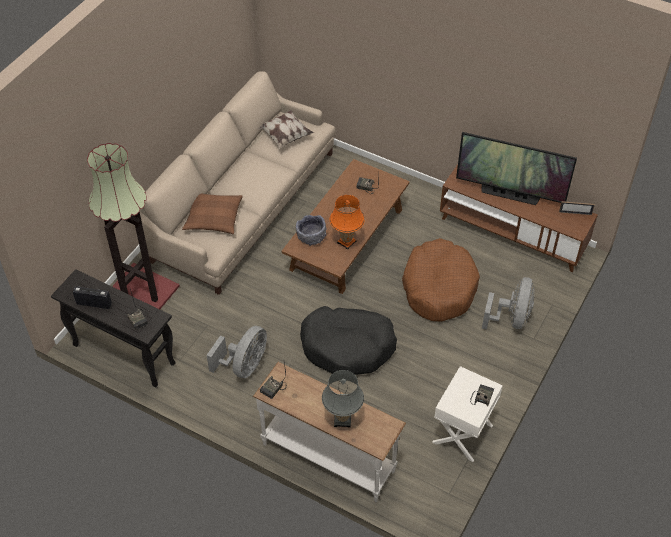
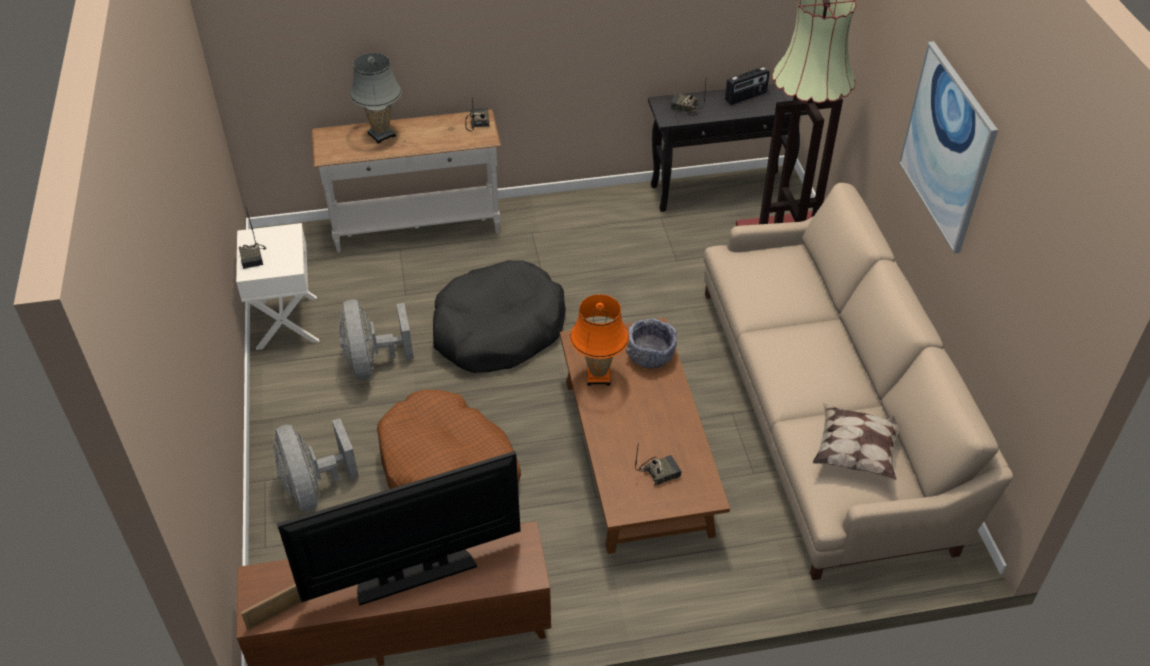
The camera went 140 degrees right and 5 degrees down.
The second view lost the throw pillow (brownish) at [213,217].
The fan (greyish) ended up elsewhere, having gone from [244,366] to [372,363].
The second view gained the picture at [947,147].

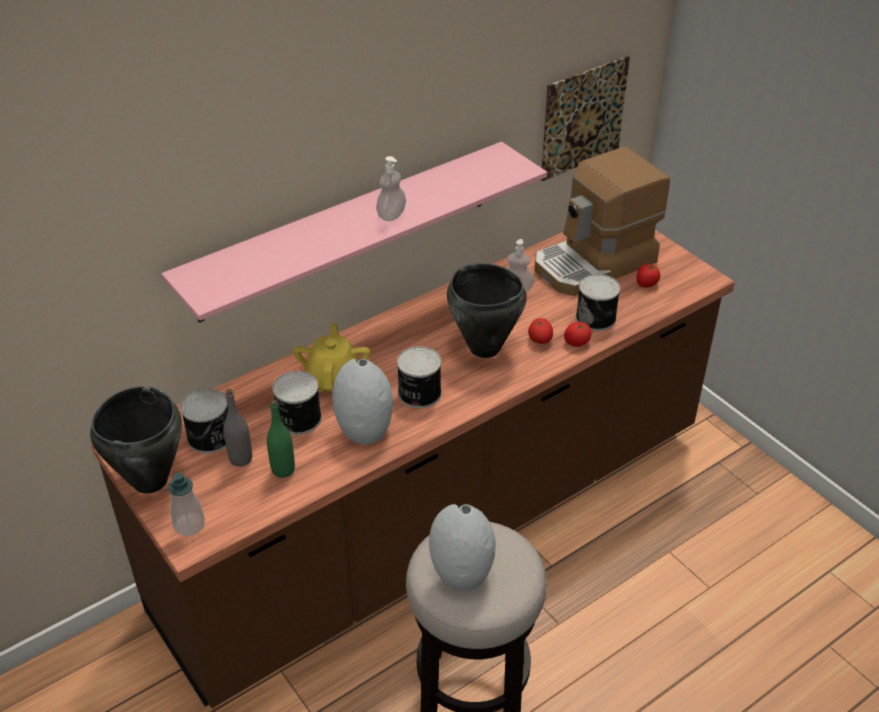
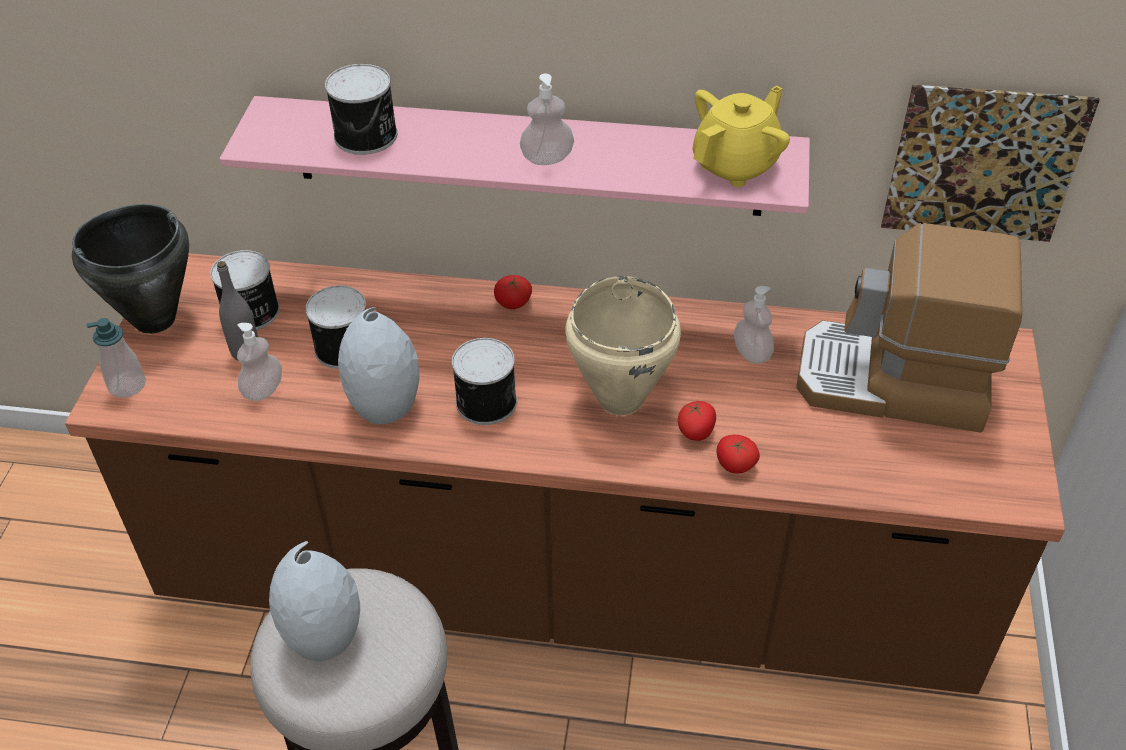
The camera went 45 degrees right and 5 degrees up.
Where the bottle (green-coloured) stood at [283,470], the soap dispenser came to stand at [263,390].
The pot for tea (yellow) ended up elsewhere, having gone from [334,379] to [736,165].
What was the saucepot (blackish) at [484,349] turned into the saucepot (beige-coloured) at [619,399].
The can ended up elsewhere, having gone from [596,318] to [367,136].
The whole tomato ended up elsewhere, having gone from [646,283] to [513,303].

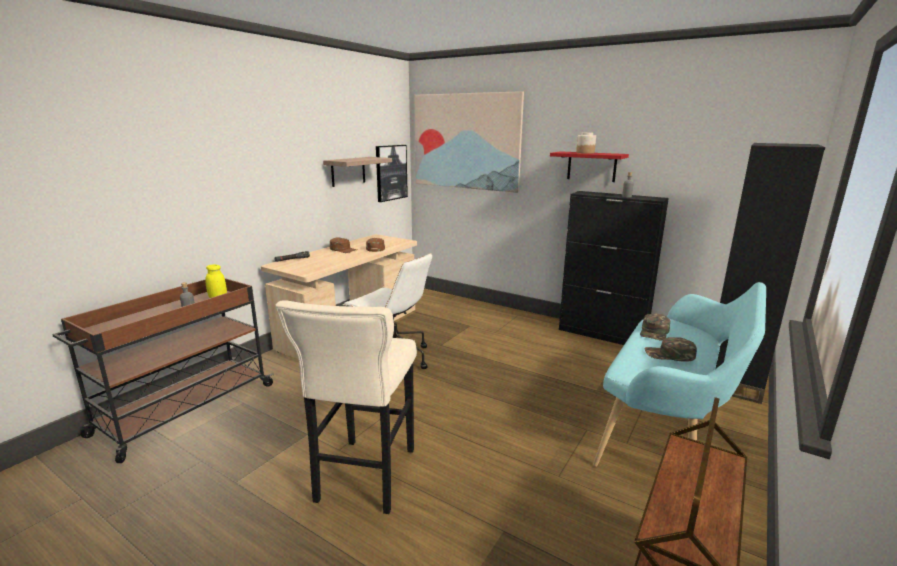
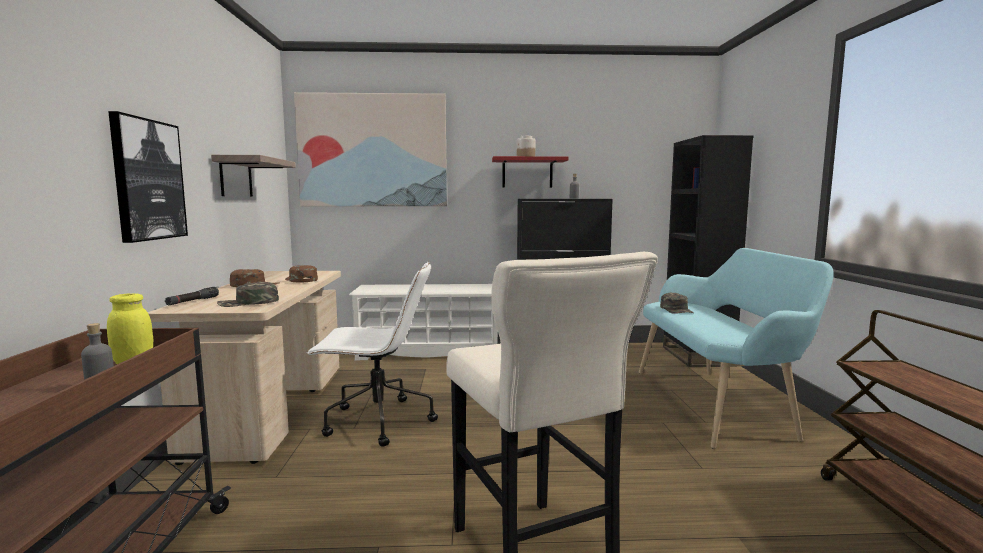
The camera went 35 degrees left and 10 degrees down.
The picture ended up elsewhere, having gone from [391,172] to [148,180].
The baseball cap (green-coloured) ended up elsewhere, having gone from [669,355] to [248,303].
The second view gained the shoe shelf (white-coloured) at [428,352].

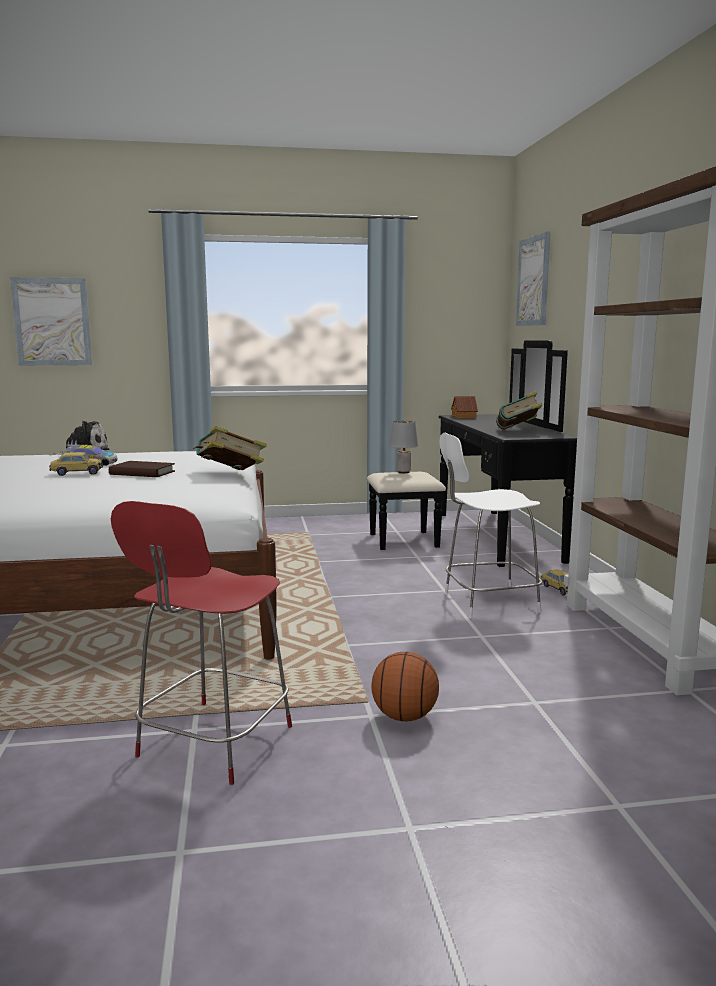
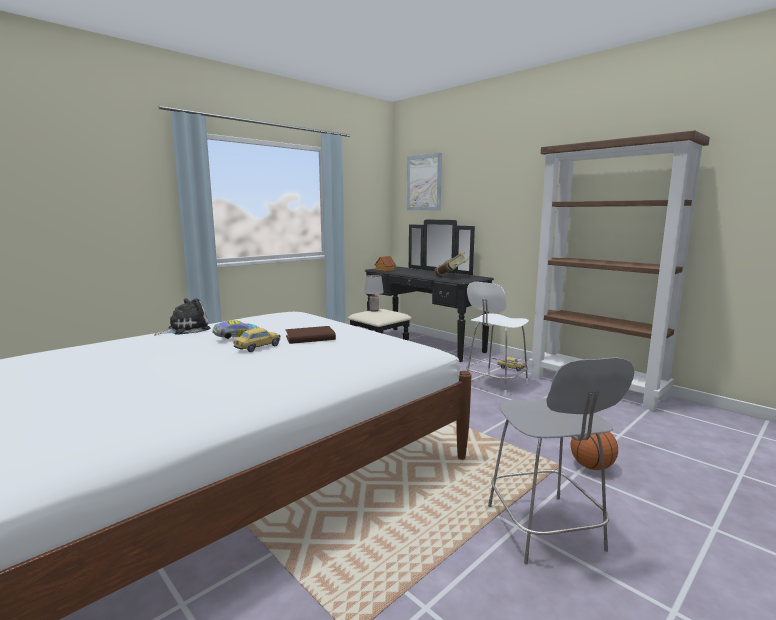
The camera went 35 degrees left and 0 degrees up.
The second view lost the picture at [52,322].
What was the chair (red) at [212,744] turned into the chair (greyish) at [545,530].
The second view lost the volume at [230,474].

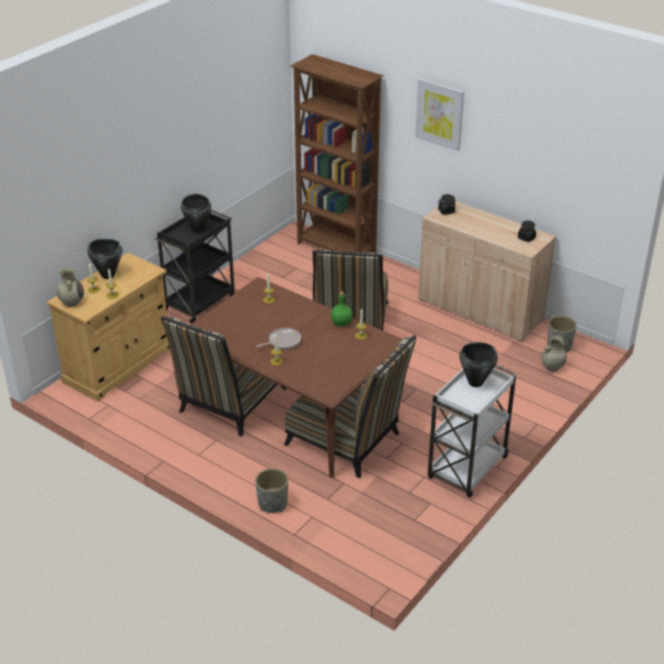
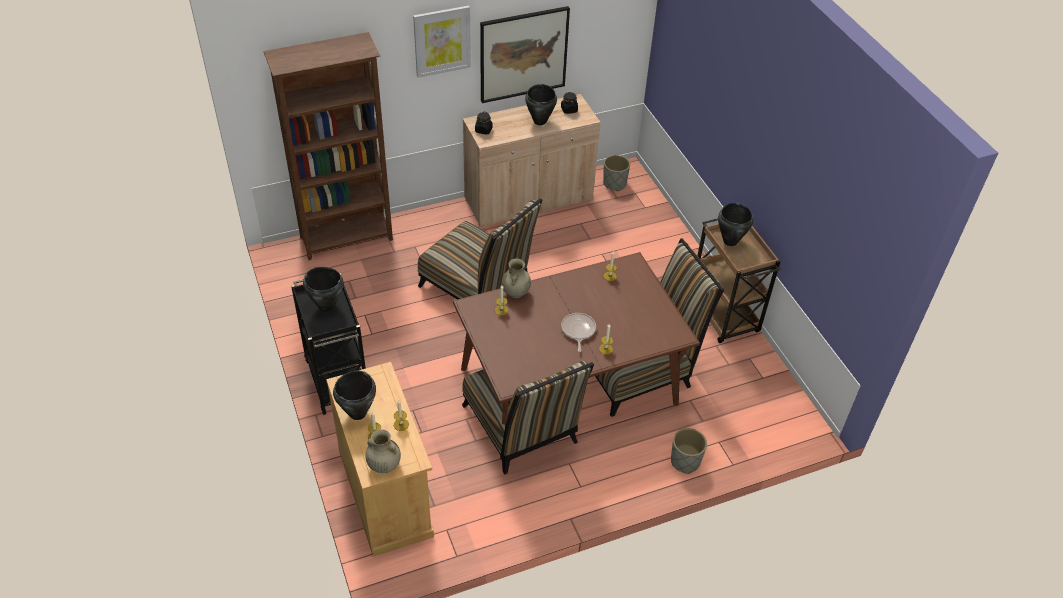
The camera went 60 degrees left and 10 degrees up.
The second view lost the bottle (green-coloured) at [341,323].
What was the wheeled cart (white-coloured) at [466,469] turned into the wheeled cart (brownish) at [723,315].
The flower vase (beige-coloured) ended up elsewhere, having gone from [552,367] to [516,293].
The second view gained the picture at [523,54].
The second view gained the saucepot (blackish) at [540,121].

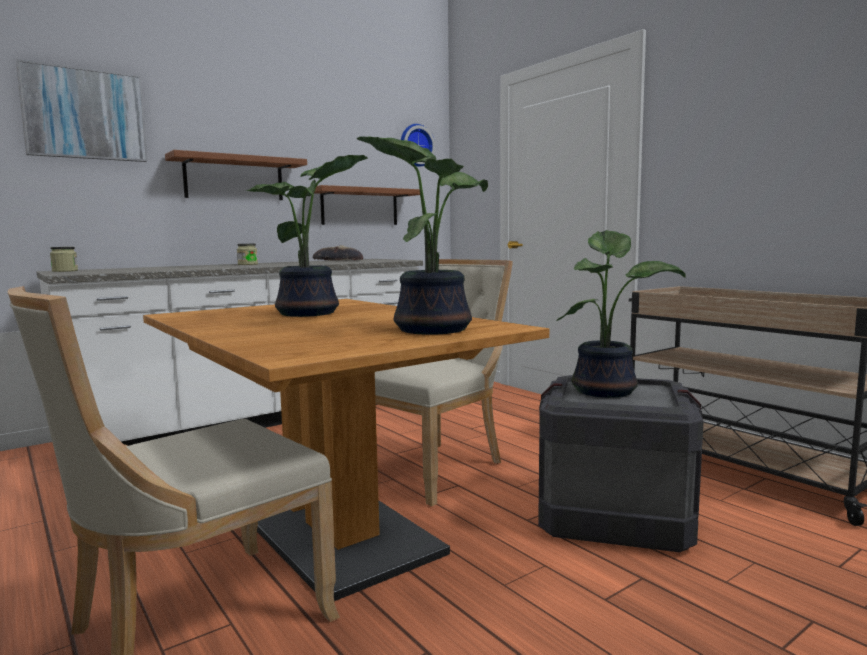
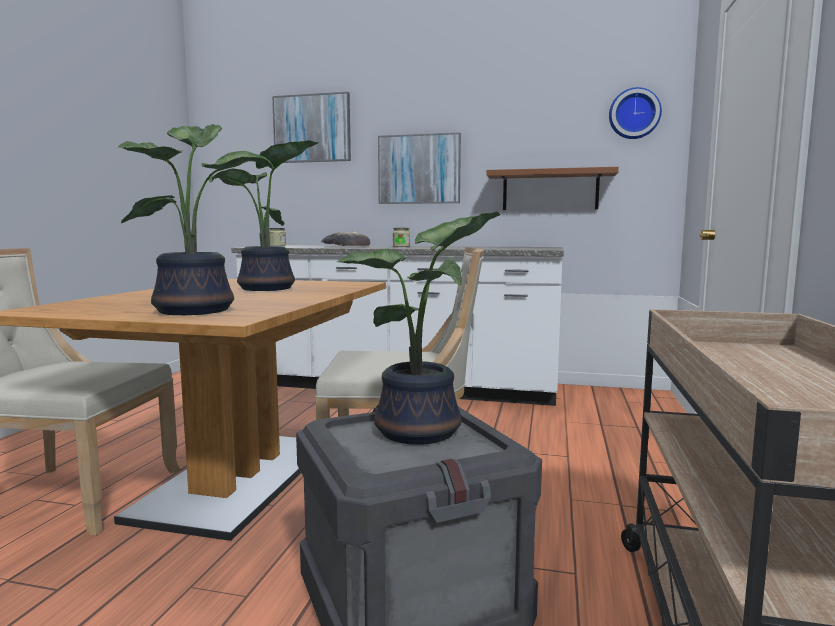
The camera went 50 degrees right and 0 degrees up.
Where the bracket shelf (brownish) hung at [234,178], the picture came to hang at [419,169].
The baked bread ended up elsewhere, having gone from [338,261] to [345,246].

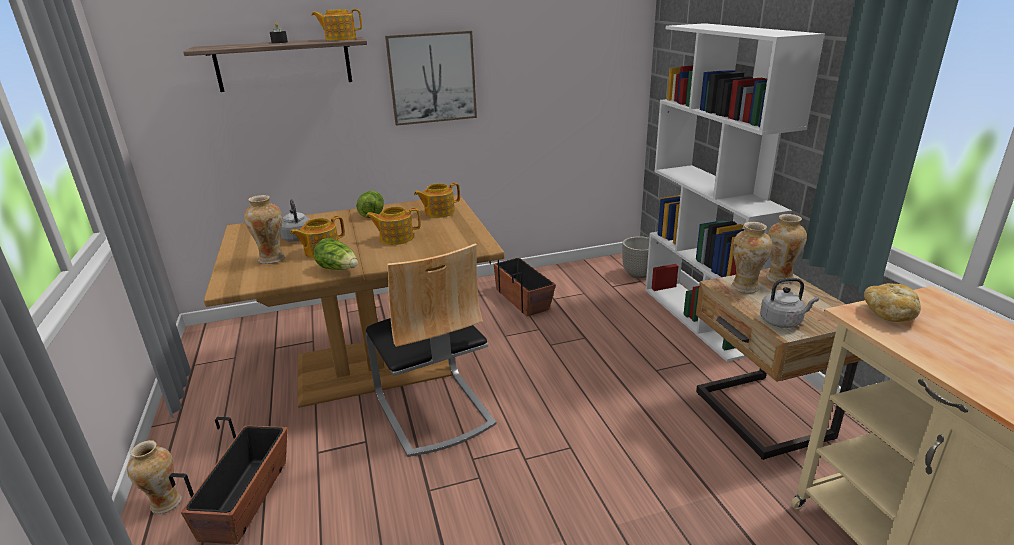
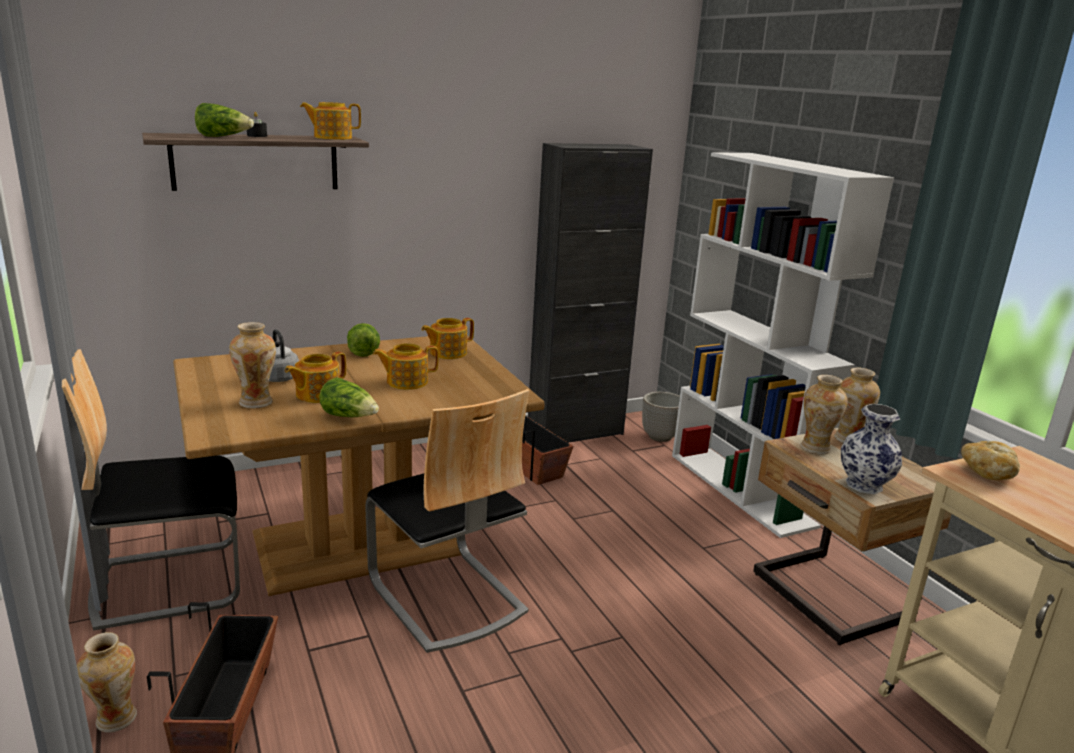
The camera went 10 degrees left and 5 degrees down.
The second view lost the picture at [432,78].
Where the kettle (greyish) stood at [783,321], the flower vase came to stand at [864,485].
The second view gained the chair at [169,582].
The second view gained the head of lettuce at [223,137].
The second view gained the cupboard (blackish) at [575,432].

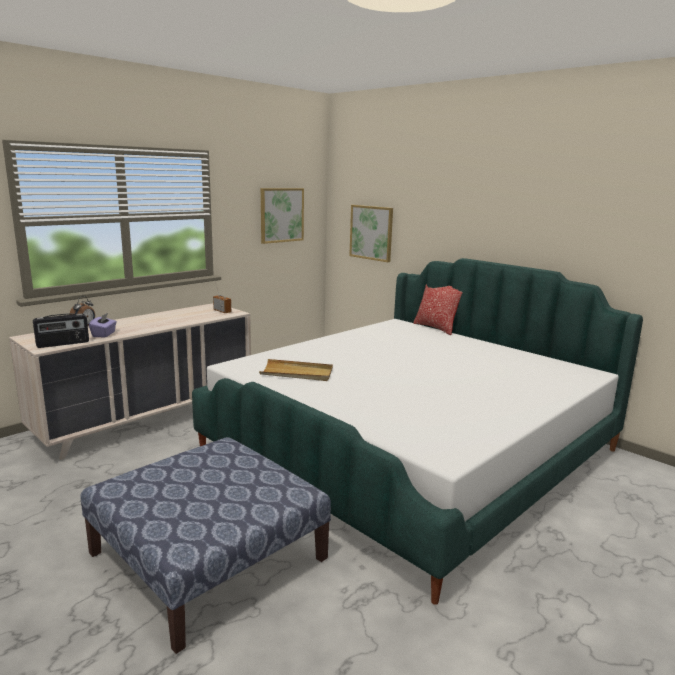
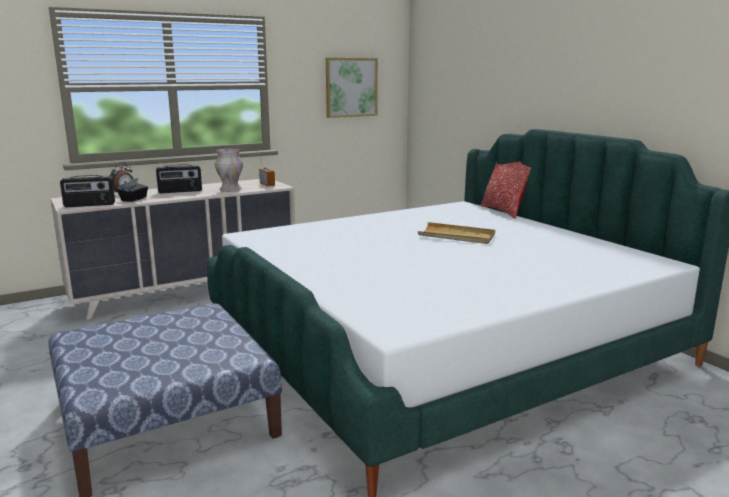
The camera went 15 degrees right and 0 degrees up.
What was the box of tissues (purple) at [104,334] turned into the box of tissues (blackish) at [134,199].
The tray (beige-coloured) ended up elsewhere, having gone from [297,373] to [457,236].
The second view lost the picture at [371,232].
The second view gained the radio at [180,191].
The second view gained the flower vase at [230,190].

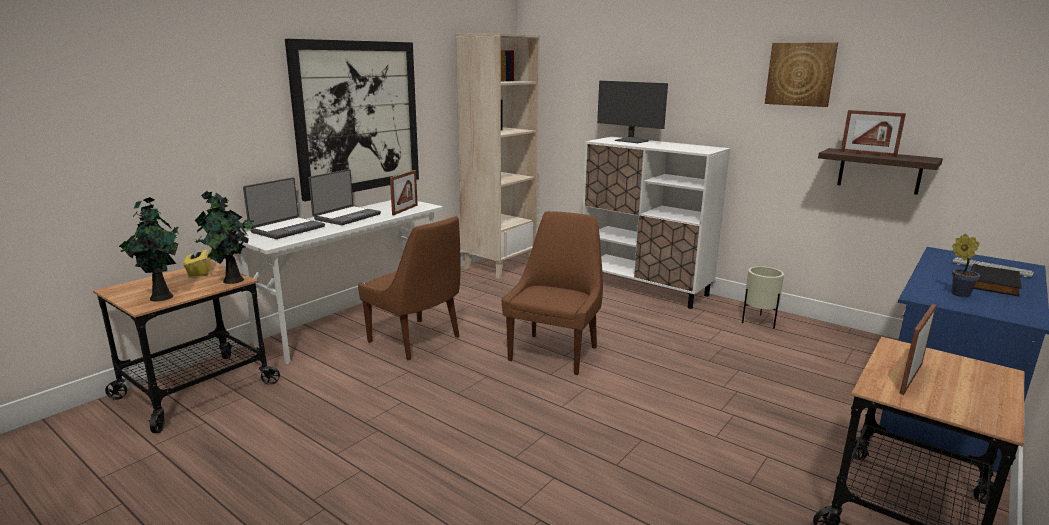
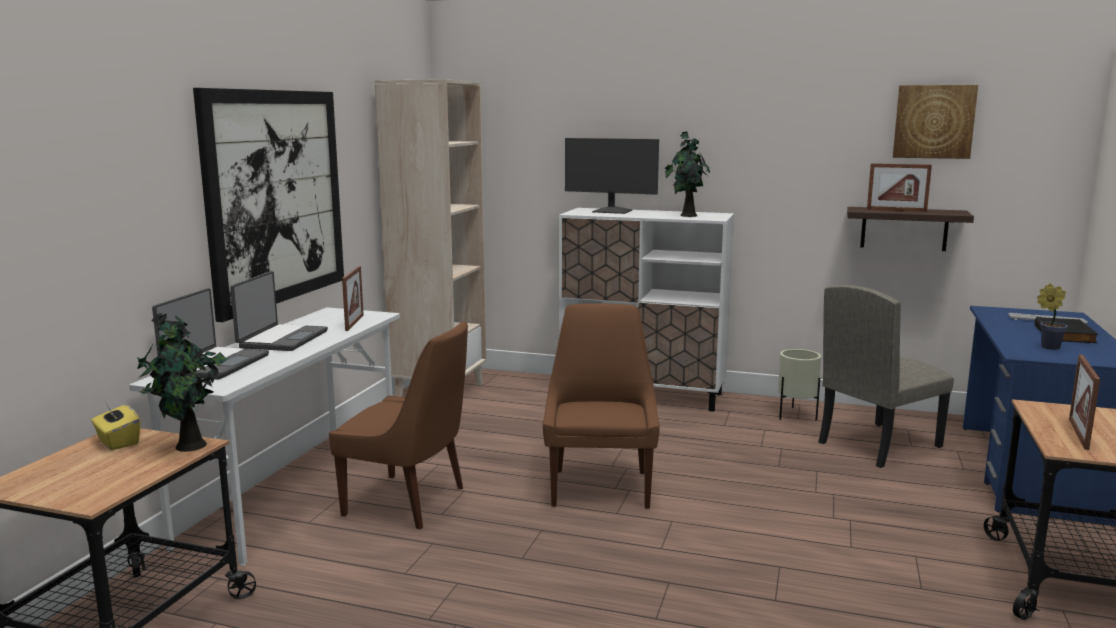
The camera went 20 degrees left and 5 degrees down.
The plant in a pot ended up elsewhere, having gone from [161,296] to [687,215].
The picture ended up elsewhere, having gone from [800,74] to [934,121].
The second view gained the chair (beige-coloured) at [878,444].

